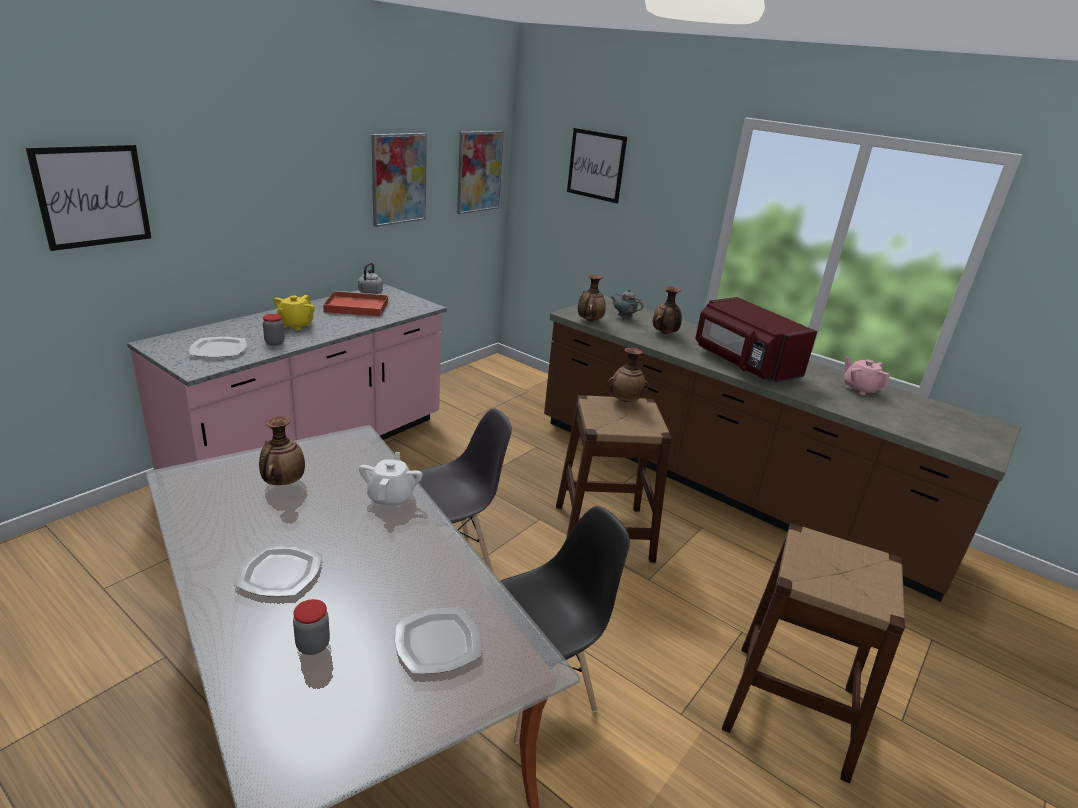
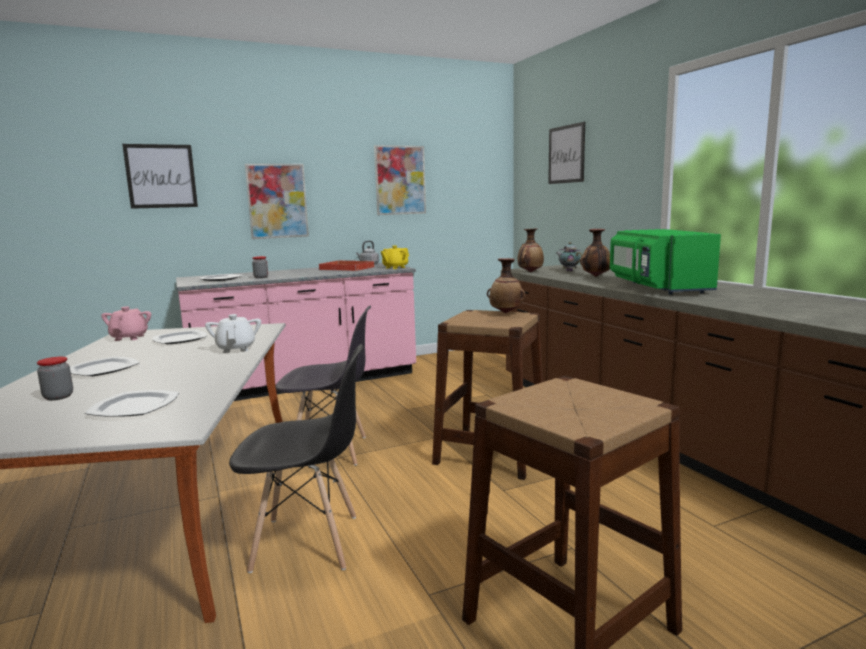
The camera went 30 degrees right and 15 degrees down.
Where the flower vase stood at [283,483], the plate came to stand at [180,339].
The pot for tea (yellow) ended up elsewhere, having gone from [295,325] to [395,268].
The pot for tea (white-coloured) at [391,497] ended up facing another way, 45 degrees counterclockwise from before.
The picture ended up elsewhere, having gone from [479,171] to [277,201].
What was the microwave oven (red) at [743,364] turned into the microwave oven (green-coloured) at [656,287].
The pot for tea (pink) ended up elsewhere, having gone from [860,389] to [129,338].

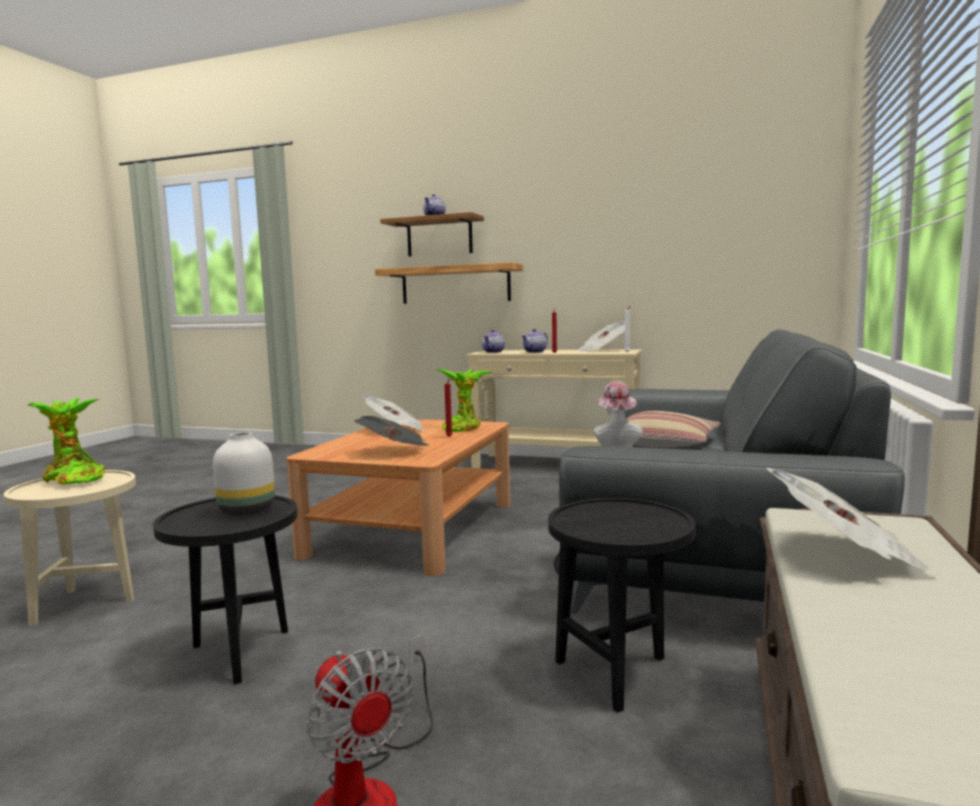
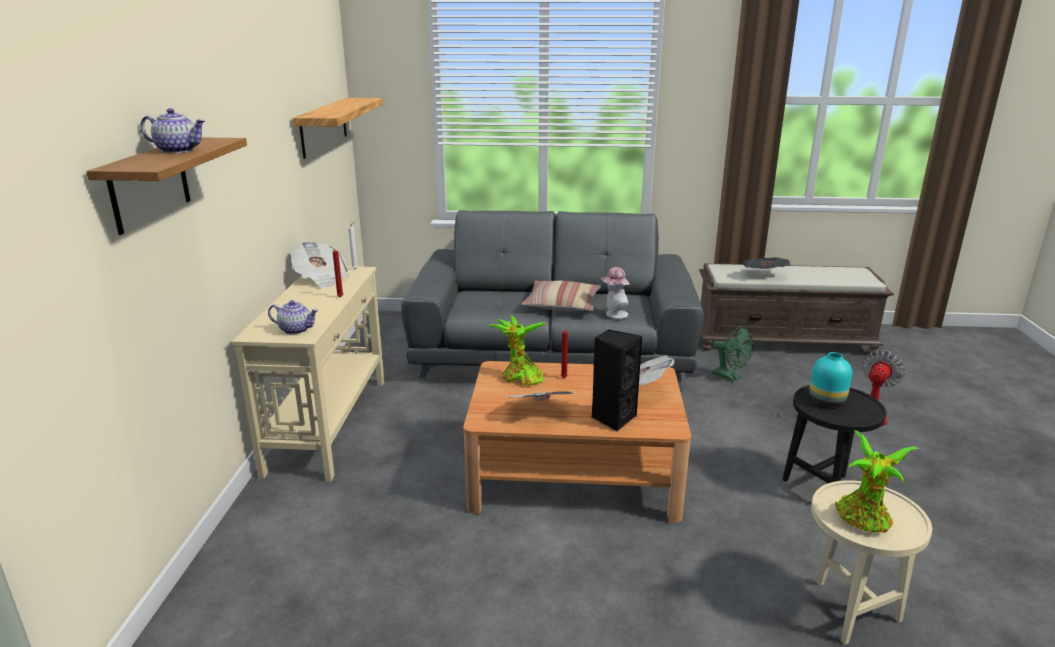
The camera went 105 degrees left and 15 degrees up.
What was the flower vase (white-coloured) at [248,511] turned into the flower vase (blue-green) at [826,400].
The bracket shelf ended up elsewhere, having gone from [455,284] to [324,126].
The second view lost the pot for tea at [535,352].
Where the end table (blackish) stood at [619,672], the fan (green-coloured) came to stand at [730,377].
The second view gained the audio speaker (blackish) at [613,418].

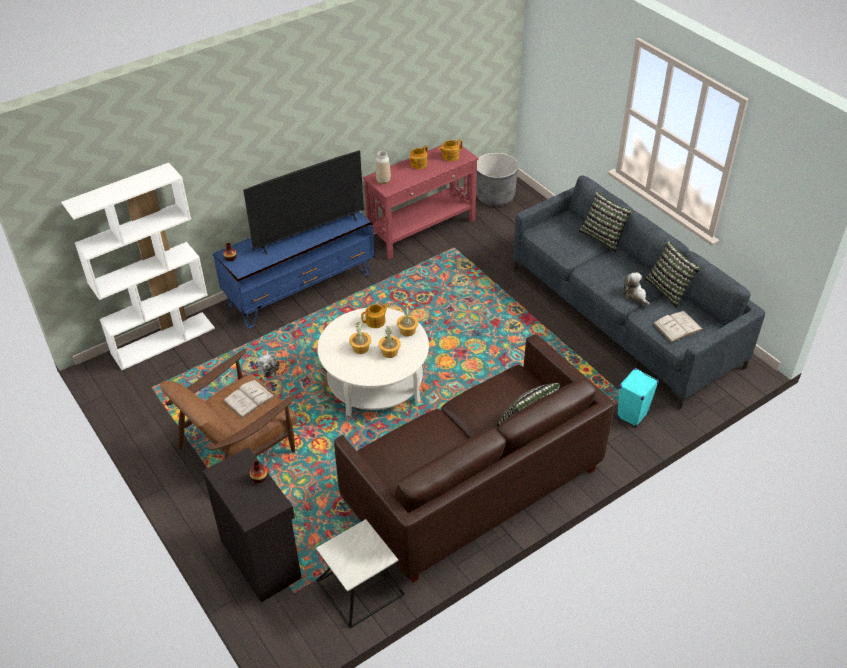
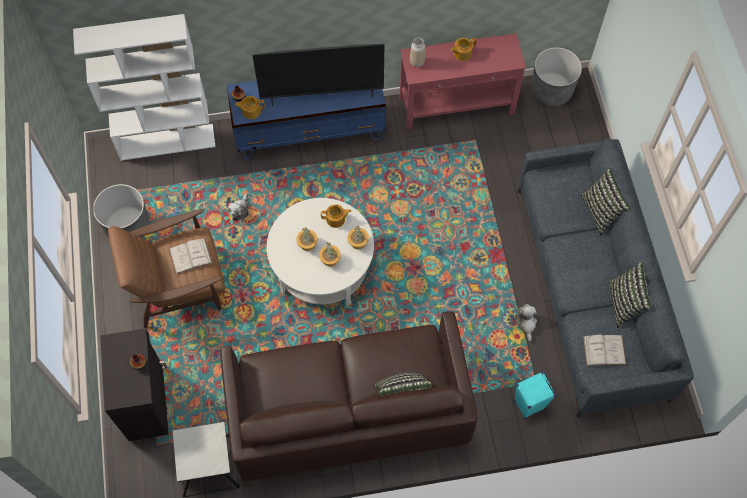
The camera went 25 degrees right and 20 degrees up.
The pot for tea ended up elsewhere, having gone from [450,156] to [251,111].
The soft toy ended up elsewhere, having gone from [635,295] to [526,323].
The second view gained the plant pot (greyish) at [128,227].

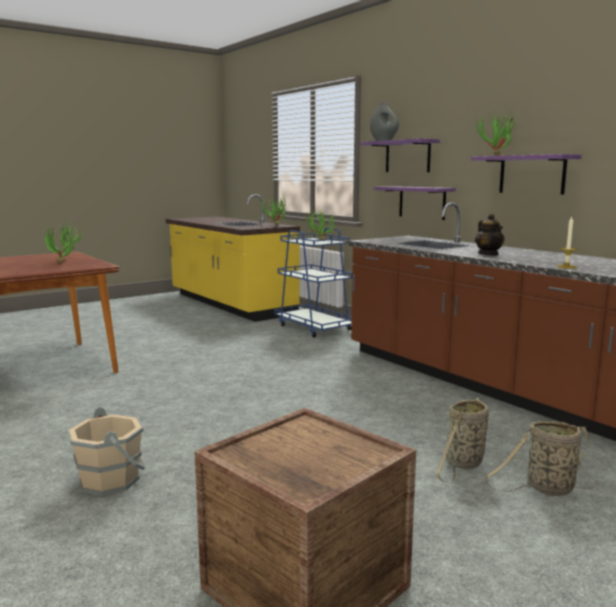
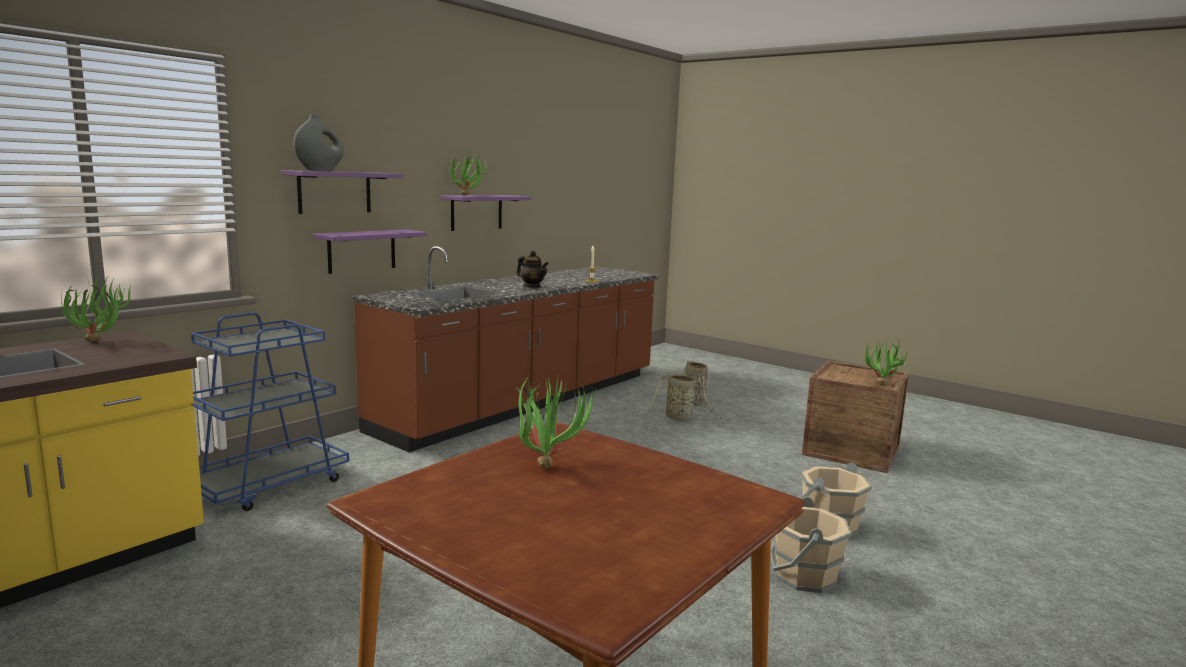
The camera went 105 degrees left and 0 degrees up.
The plant in a pot ended up elsewhere, having gone from [318,240] to [882,385].
The pot for tea at [488,254] ended up facing another way, 60 degrees clockwise from before.
The second view gained the water bucket (beige-coloured) at [803,576].

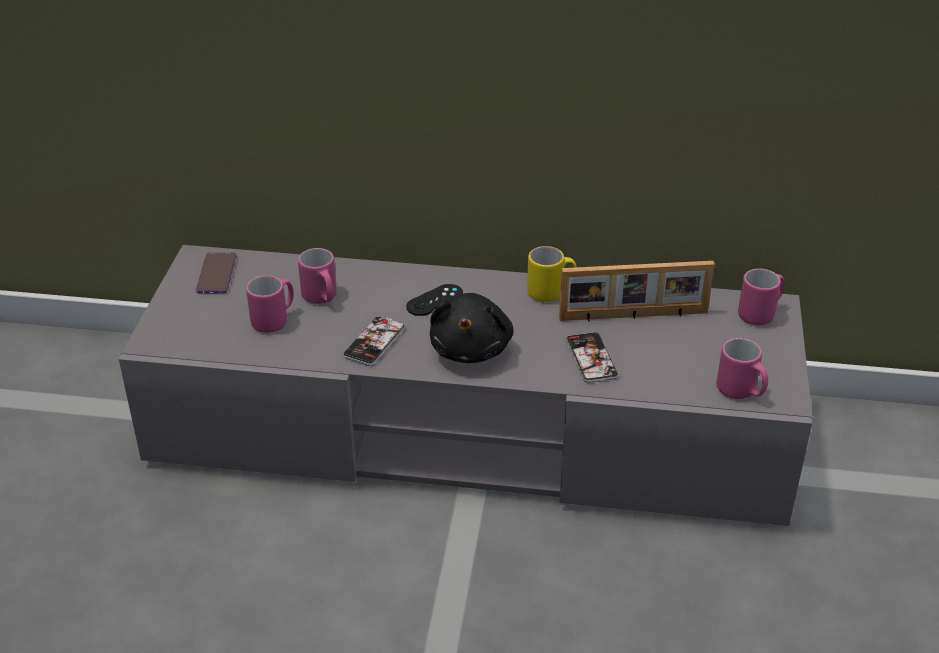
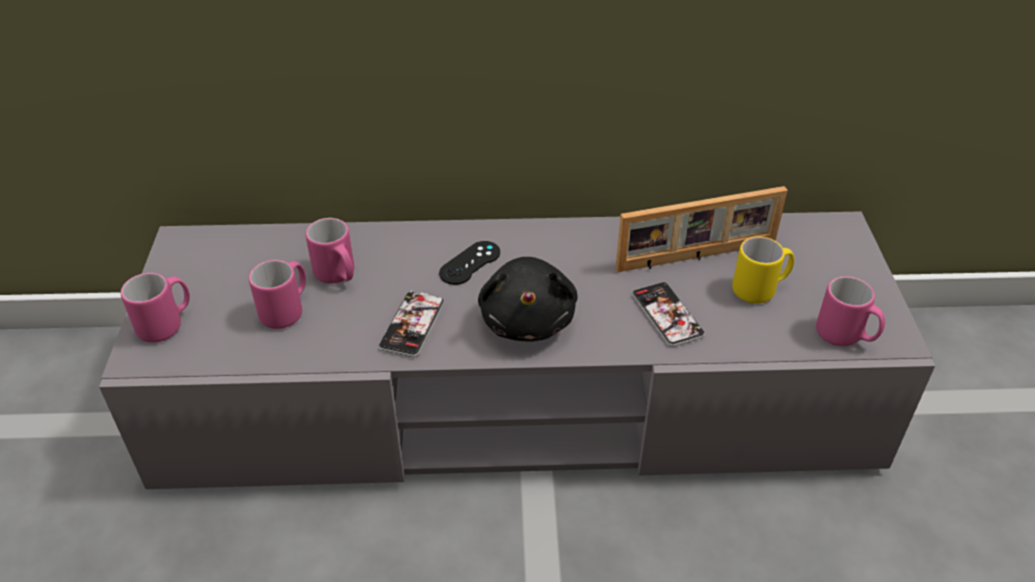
The camera went 10 degrees left and 5 degrees up.
The second view lost the handset at [216,274].
The coffee mug (yellow) ended up elsewhere, having gone from [551,292] to [760,289].
The coffee mug (pink) ended up elsewhere, having gone from [760,314] to [167,324].

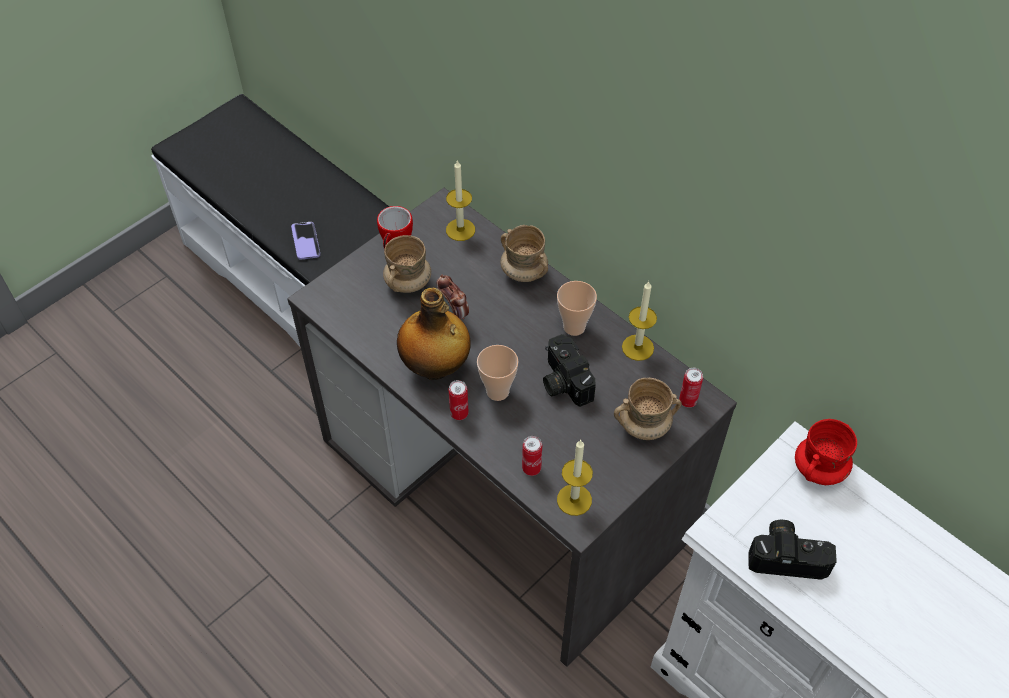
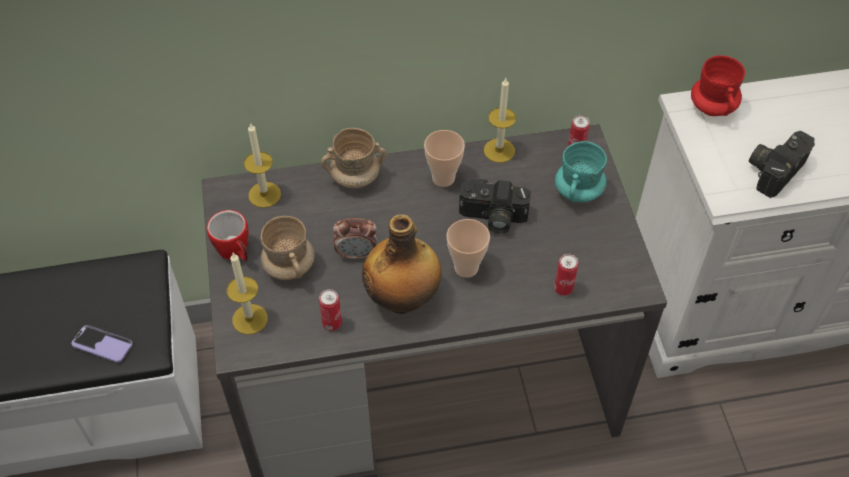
The camera went 55 degrees left and 0 degrees up.
The can ended up elsewhere, having gone from [459,413] to [332,324].
The wax light ended up elsewhere, having gone from [574,500] to [250,319].
What was the coffee mug (beige-coloured) at [644,426] turned into the coffee mug (blue-green) at [578,192].

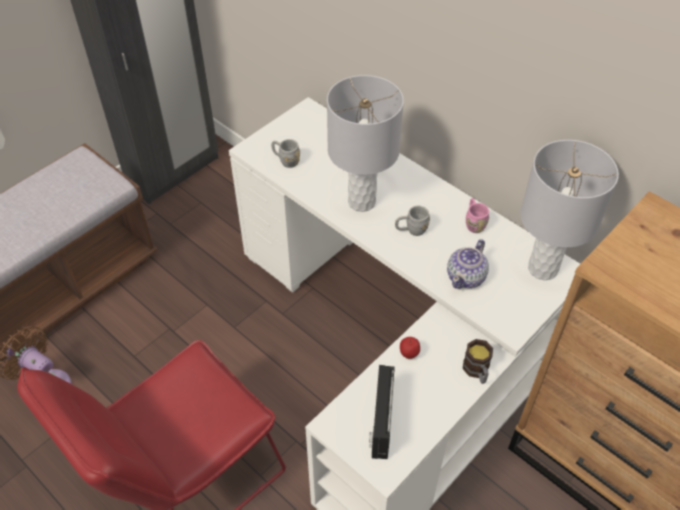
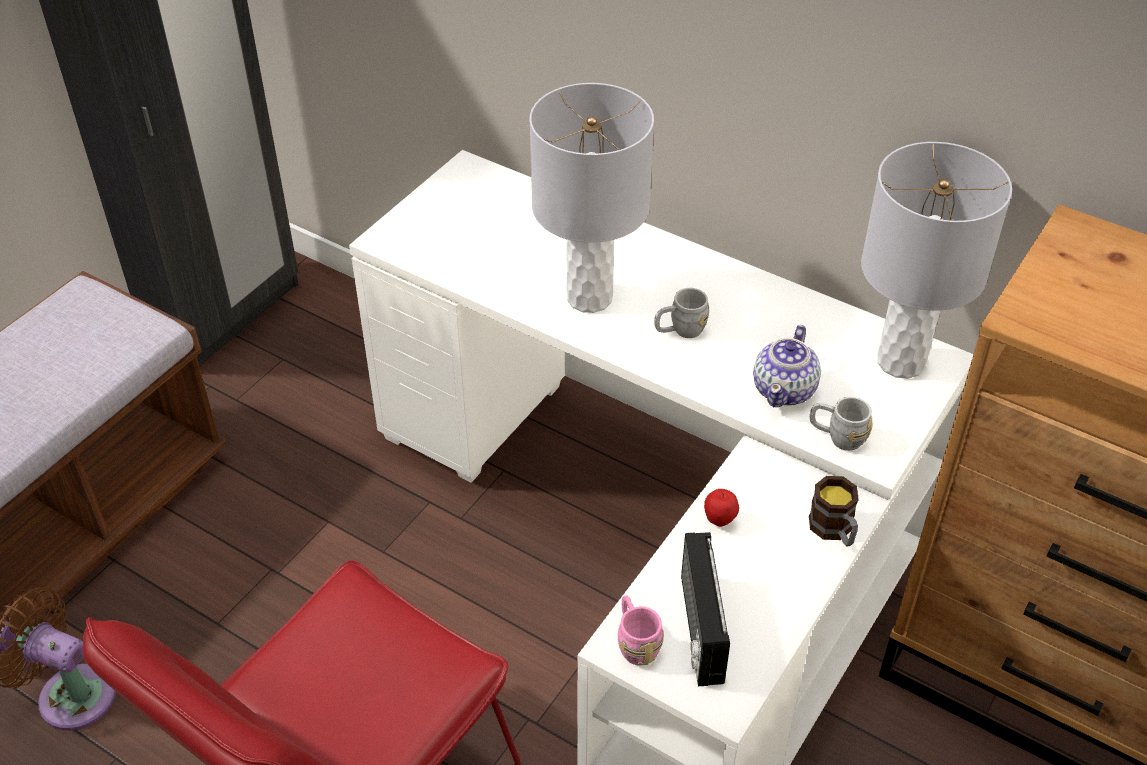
The camera went 10 degrees left and 5 degrees down.
The coffee mug (greyish) ended up elsewhere, having gone from [285,160] to [837,437].
The coffee mug (pink) ended up elsewhere, having gone from [473,223] to [635,642].

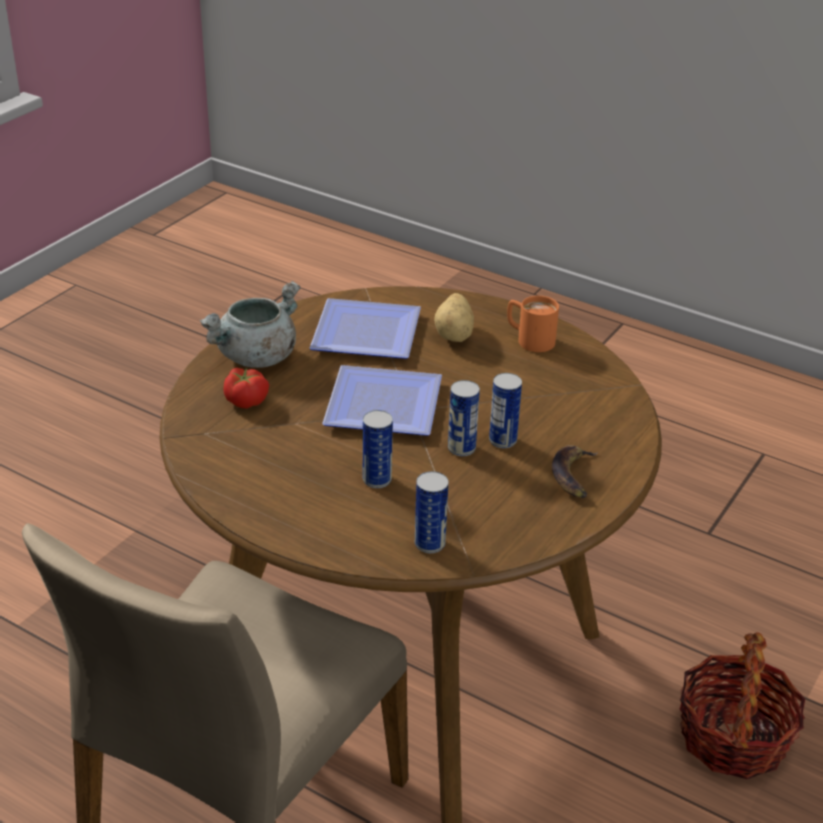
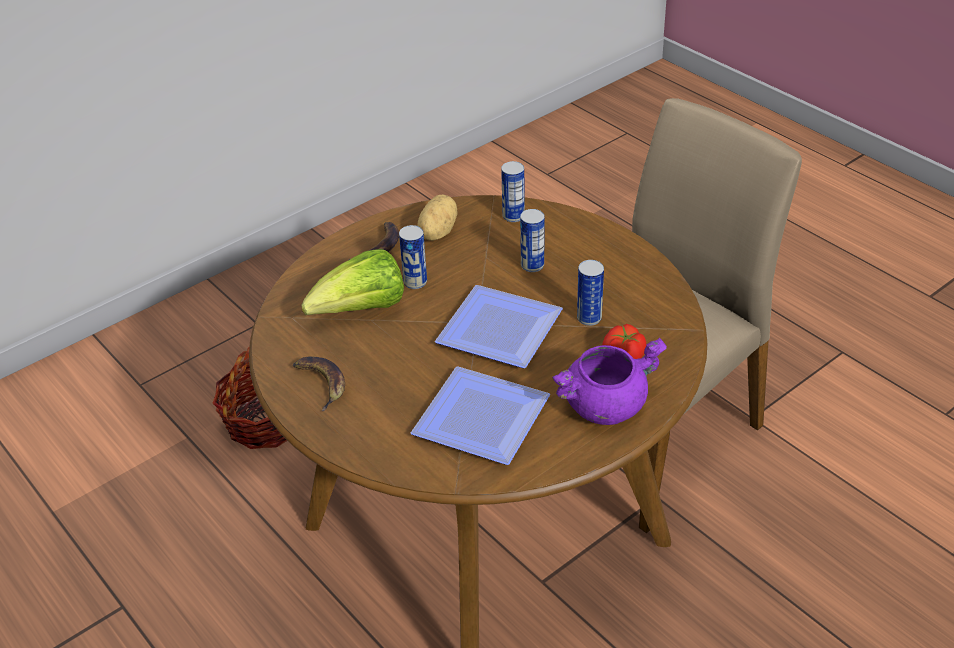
The camera went 160 degrees left and 5 degrees up.
What was the saucepot (greyish) at [256,358] turned into the saucepot (purple) at [605,406].
The potato ended up elsewhere, having gone from [455,335] to [436,232].
The can ended up elsewhere, having gone from [461,448] to [589,318].
Where the coffee mug (orangey) stood at [529,339], the whole banana came to stand at [320,383].
The second view gained the head of lettuce at [361,310].

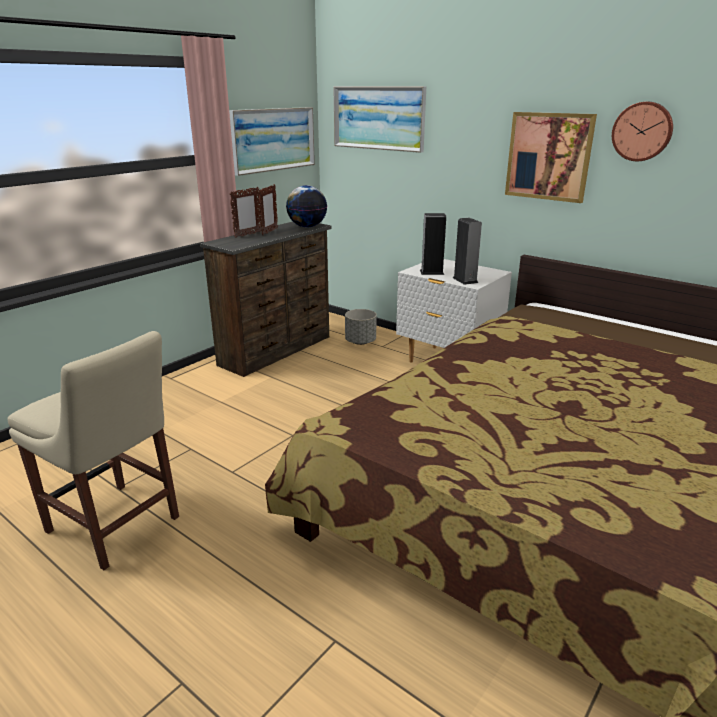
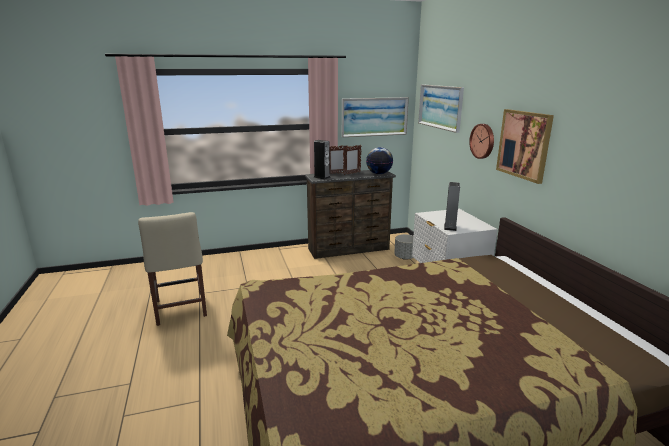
The camera went 35 degrees right and 5 degrees down.
The audio speaker ended up elsewhere, having gone from [431,272] to [322,177].
The hanging clock ended up elsewhere, having gone from [642,131] to [483,141].

